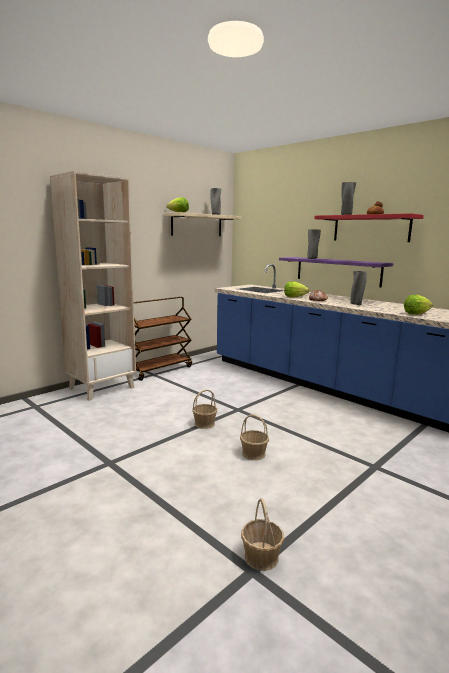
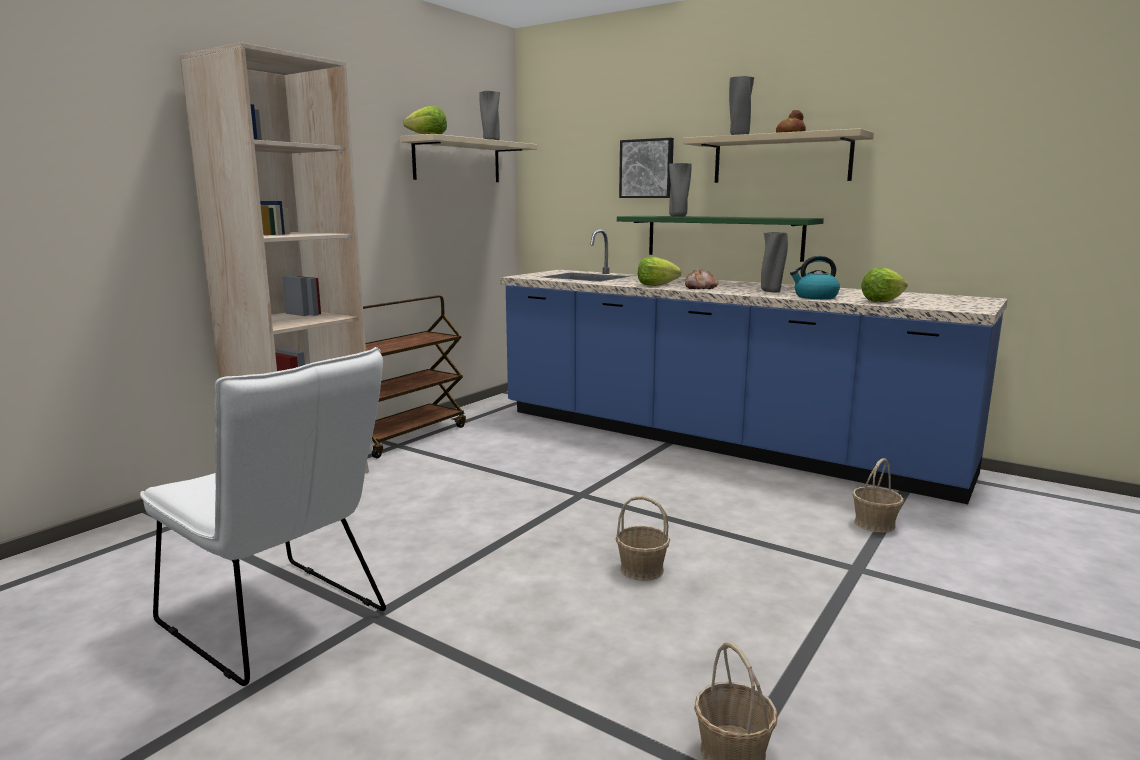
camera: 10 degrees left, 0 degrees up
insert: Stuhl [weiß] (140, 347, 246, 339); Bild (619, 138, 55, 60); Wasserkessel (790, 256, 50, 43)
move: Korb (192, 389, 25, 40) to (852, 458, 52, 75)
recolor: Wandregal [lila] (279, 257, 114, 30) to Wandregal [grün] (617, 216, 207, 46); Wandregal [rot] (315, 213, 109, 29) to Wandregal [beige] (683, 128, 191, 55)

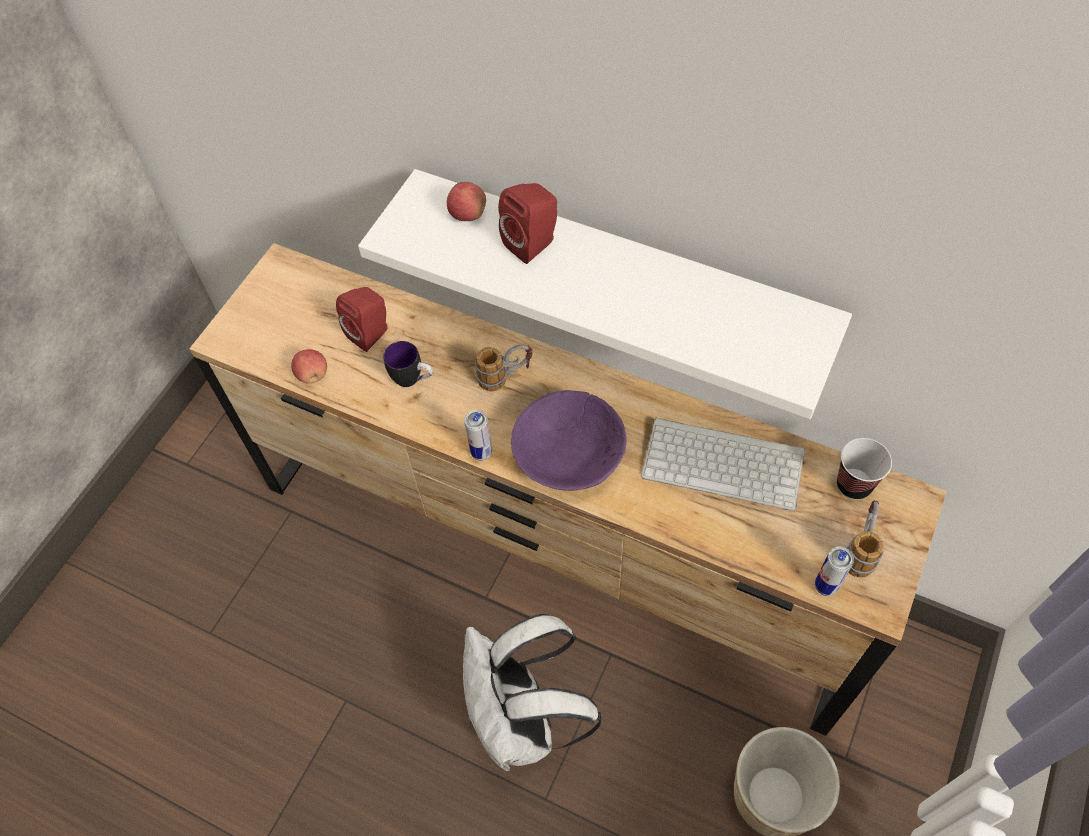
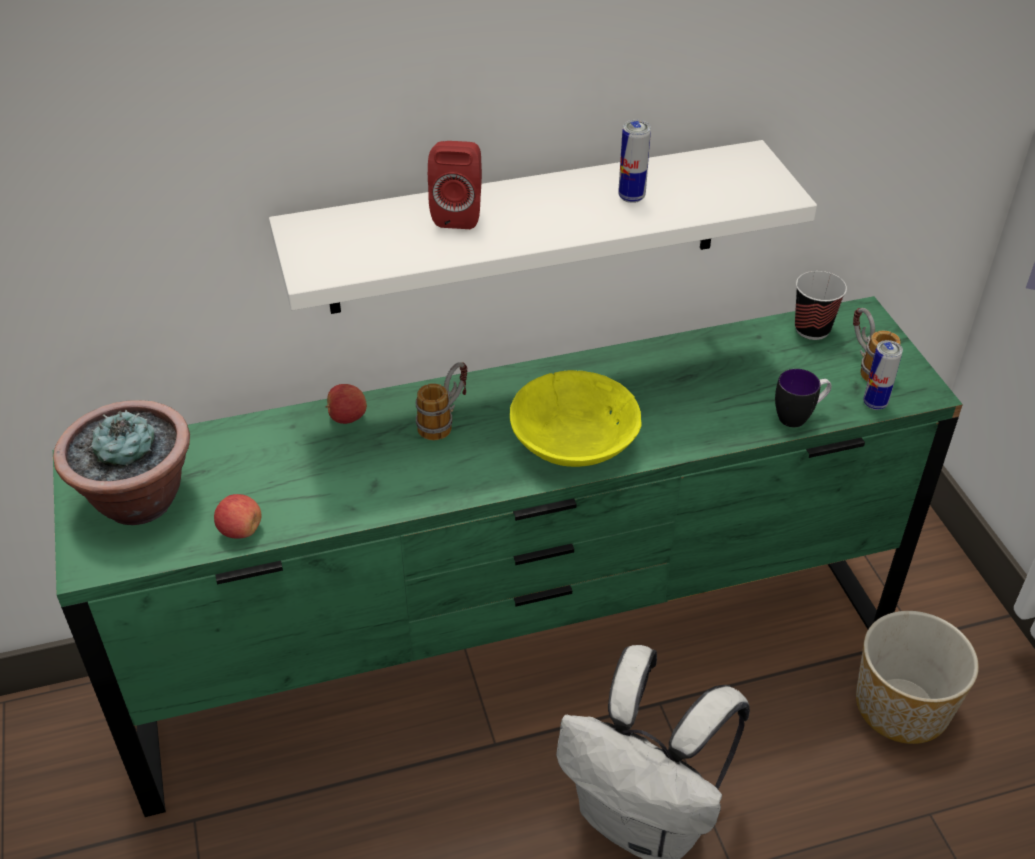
camera: 45 degrees left, 15 degrees down
delete: Lautsprecher [rot] (336, 287, 52, 65); Tastatur (641, 417, 164, 94)
insert: Topfpflanze (53, 400, 137, 125)
move: Henkelbecher (383, 341, 50, 46) to (775, 369, 57, 58); Apfel (447, 182, 39, 39) to (325, 384, 42, 40); Dose (464, 410, 28, 51) to (618, 120, 33, 83)
recolor: Kommode [braun] (189, 243, 758, 493) to Kommode [grün] (53, 296, 910, 521); Schüssel [lila] (511, 390, 116, 101) to Schüssel [gelb] (510, 370, 132, 97)

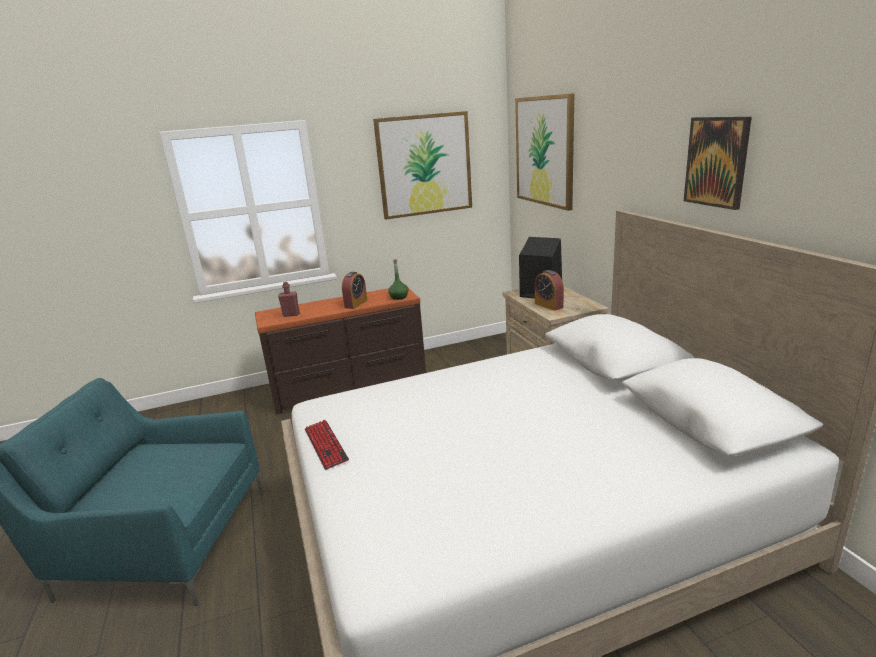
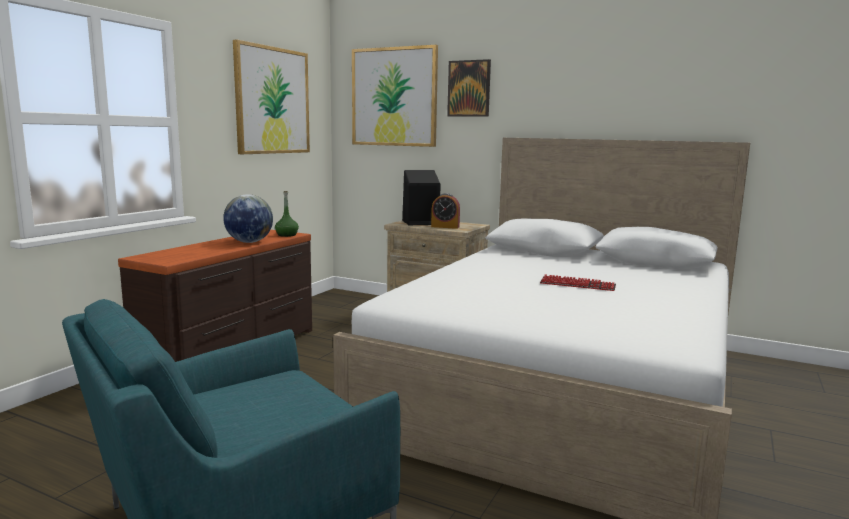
camera: 45 degrees left, 10 degrees down
delete: Flasche [rot] (278, 282, 21, 35)
move: Tastatur (305, 419, 44, 51) to (540, 274, 76, 17); Bild (684, 117, 68, 93) to (447, 59, 44, 58)
replace: Wecker (342, 272, 25, 37) to Globus (223, 194, 50, 49)

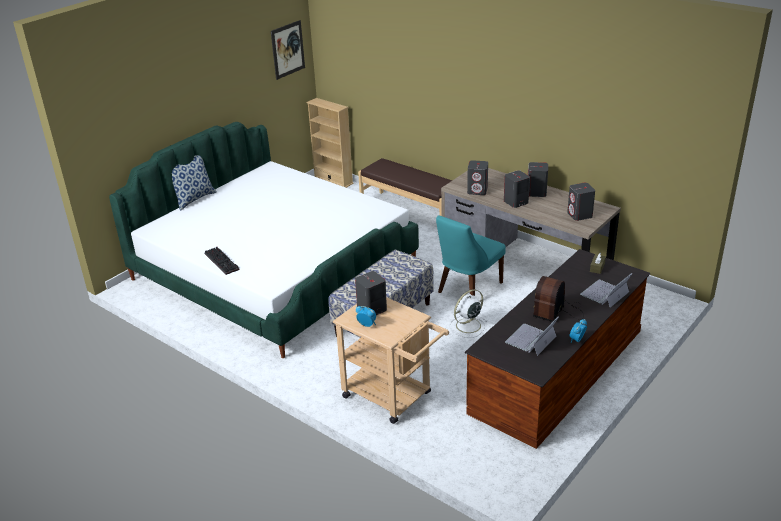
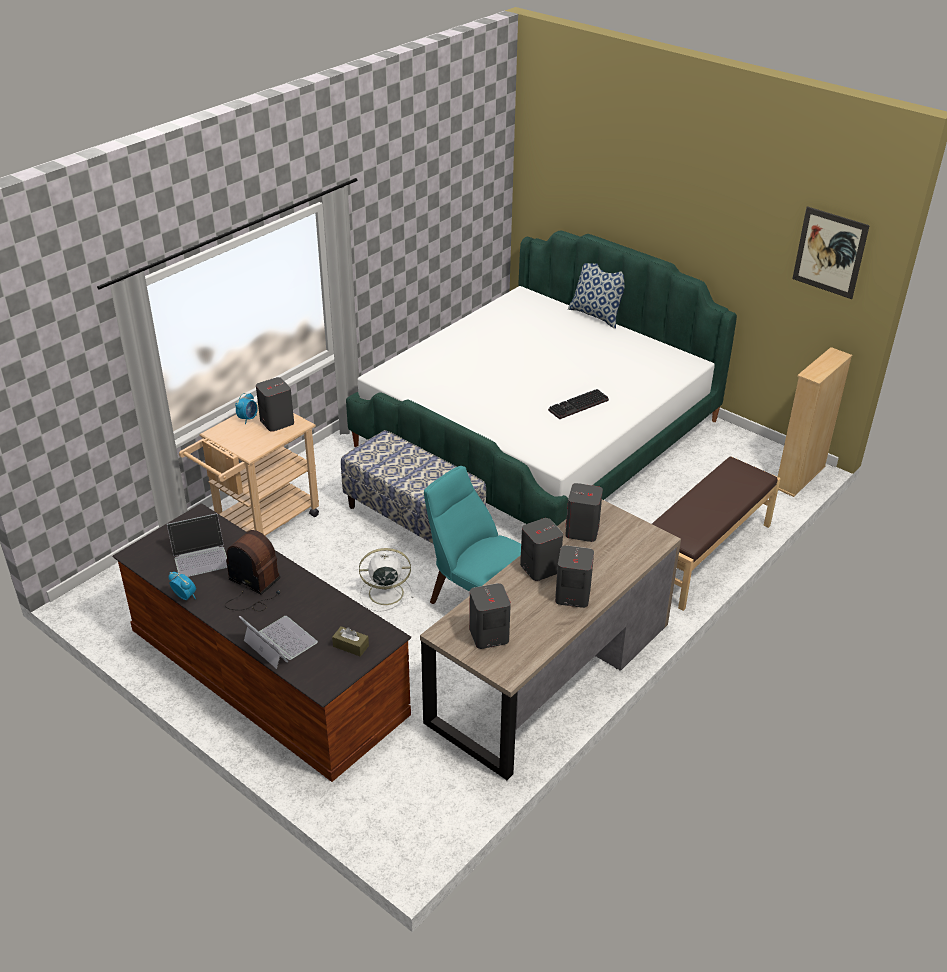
camera: 90 degrees right, 5 degrees up
move: Tastatur (205, 247, 35, 28) to (548, 389, 61, 30)
rotate: Ventilator [weiß] (449, 289, 38, 49) = (359, 548, 54, 64) 60 degrees counterclockwise; Laptop (505, 317, 54, 39) = (167, 513, 60, 64) 120 degrees clockwise

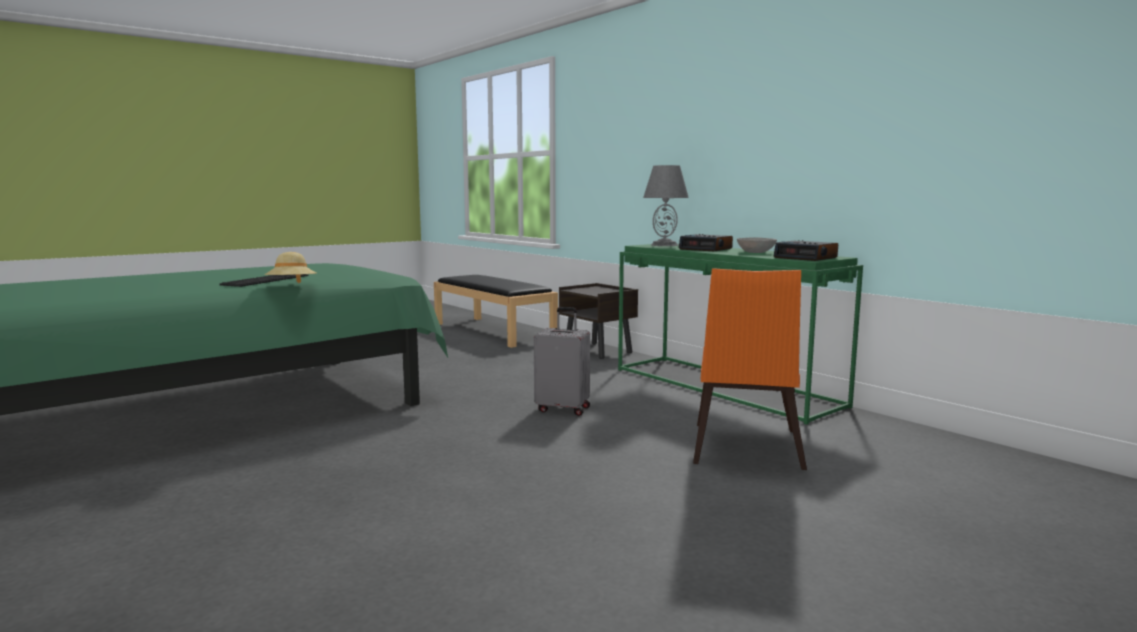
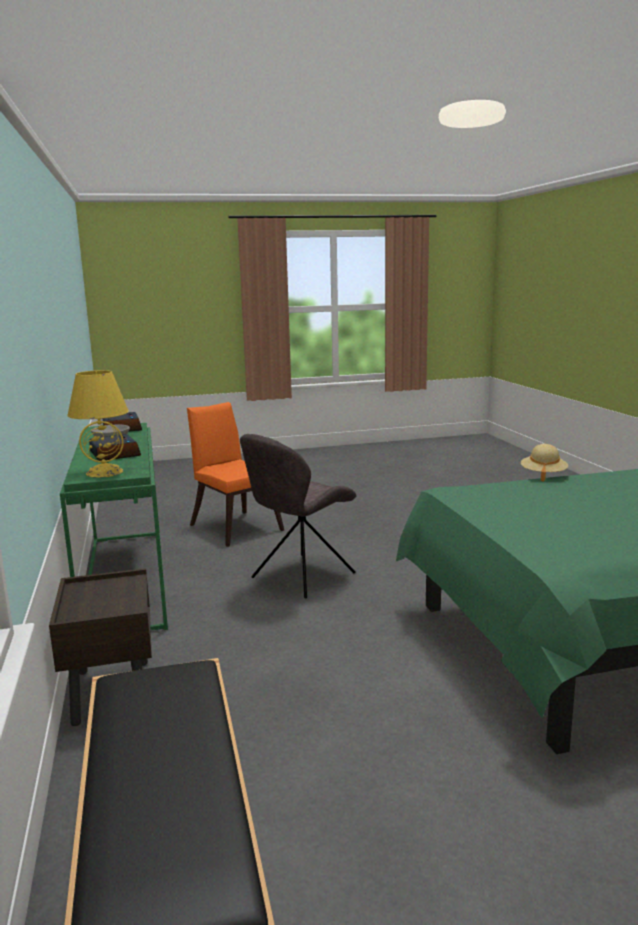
camera: 155 degrees left, 5 degrees up
delete: Tastatur (220, 274, 88, 13)
replace: Koffer [grau] (534, 307, 56, 109) to Stuhl [grau] (240, 434, 116, 165)
recolor: Tischlampe [grau] (643, 165, 46, 81) to Tischlampe [gelb] (67, 370, 62, 108)
rotate: Stuhl [orange] (693, 268, 114, 202) = (187, 402, 97, 145) 75 degrees counterclockwise

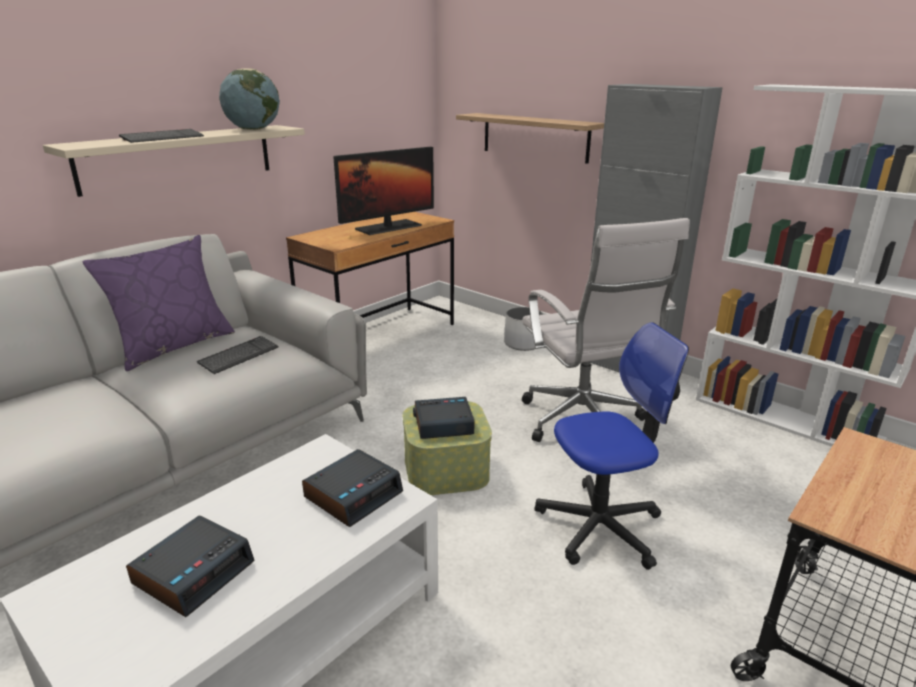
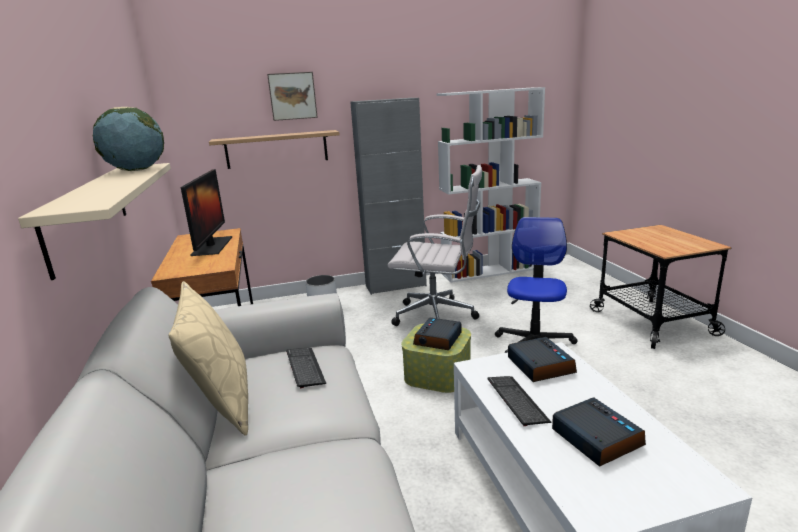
camera: 55 degrees left, 5 degrees down
insert: Bild (267, 72, 51, 49)
move: Tastatur (119, 129, 85, 14) to (487, 376, 65, 50)
recolor: Kissen [lila] (82, 235, 153, 136) to Kissen [beige] (168, 281, 80, 155)

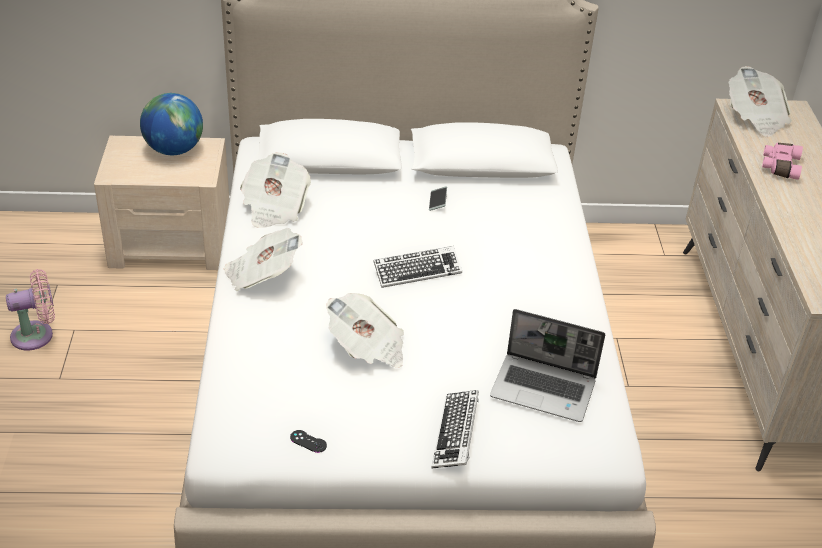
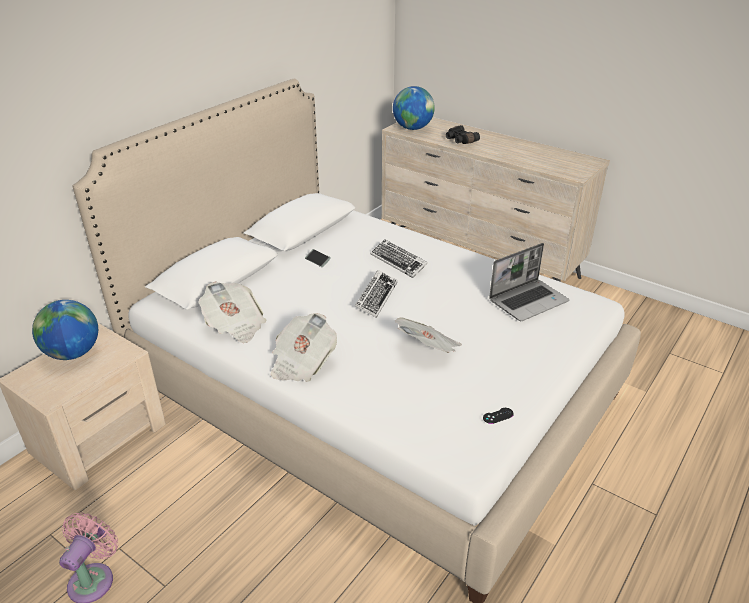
camera: 50 degrees left, 5 degrees down
move: Tastatur (431, 390, 48, 79) to (370, 239, 58, 39)
replace: Zeitung (728, 66, 64, 71) to Globus (393, 86, 42, 44)
recolor: Fernglas [rosa] (762, 143, 41, 37) to Fernglas [schwarz] (446, 125, 34, 19)

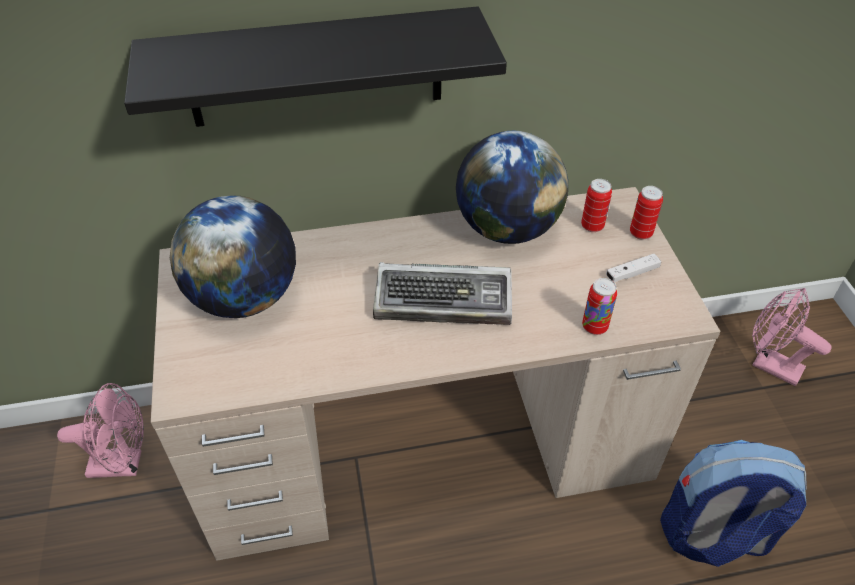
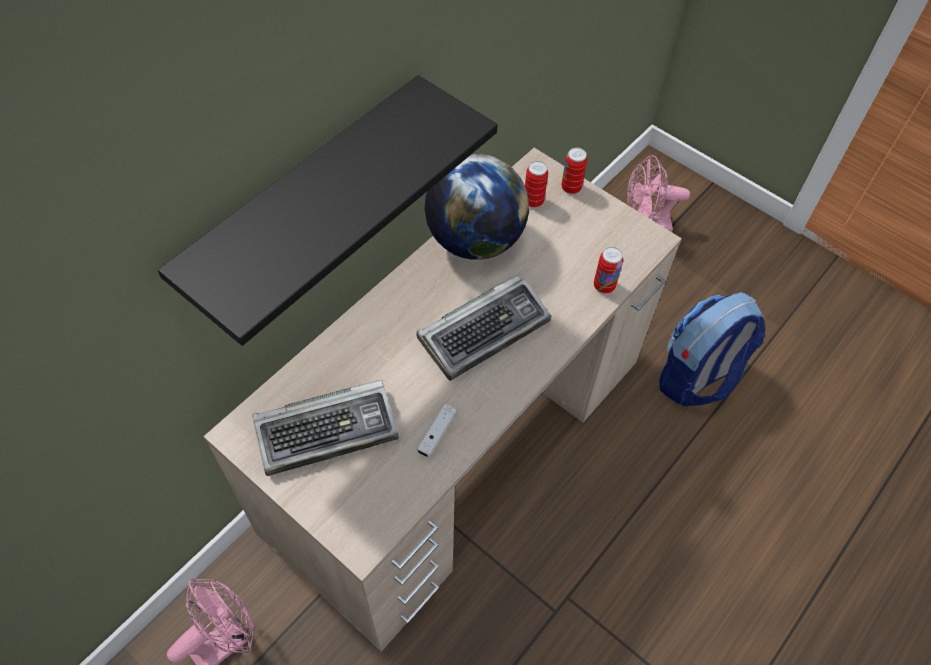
camera: 40 degrees left, 10 degrees up
move: Gamepad [weiß] (606, 254, 55, 28) to (417, 404, 39, 53)
replace: Globus (170, 196, 126, 122) to Tastatur (252, 380, 147, 96)

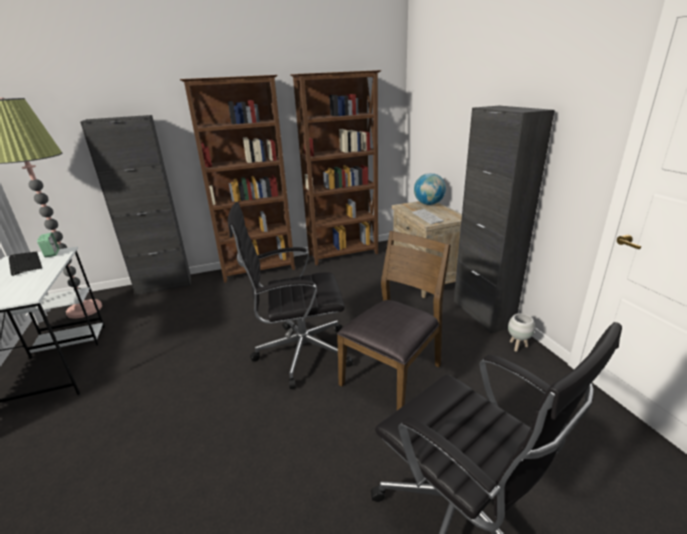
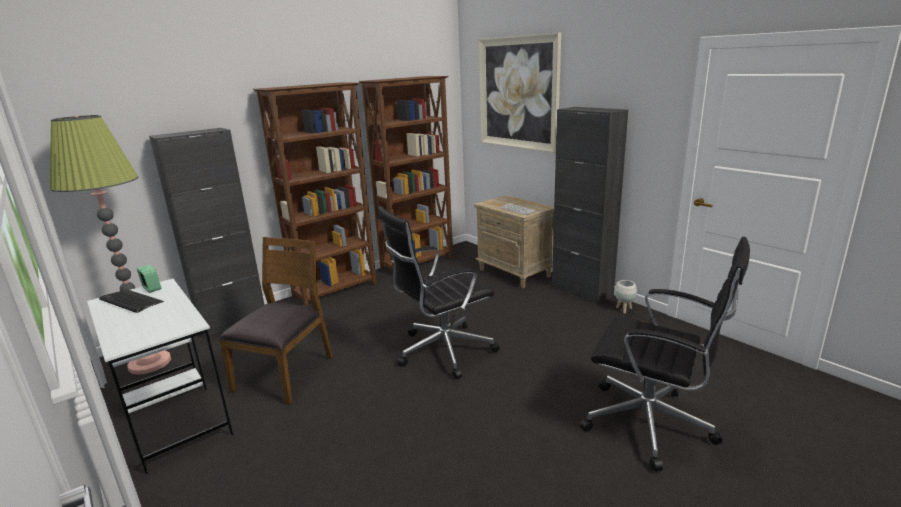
camera: 20 degrees left, 5 degrees down
delete: Globus (414, 173, 32, 32)
insert: Bild (478, 33, 83, 120)
move: Stuhl [braun] (337, 231, 114, 179) to (219, 237, 114, 168)

